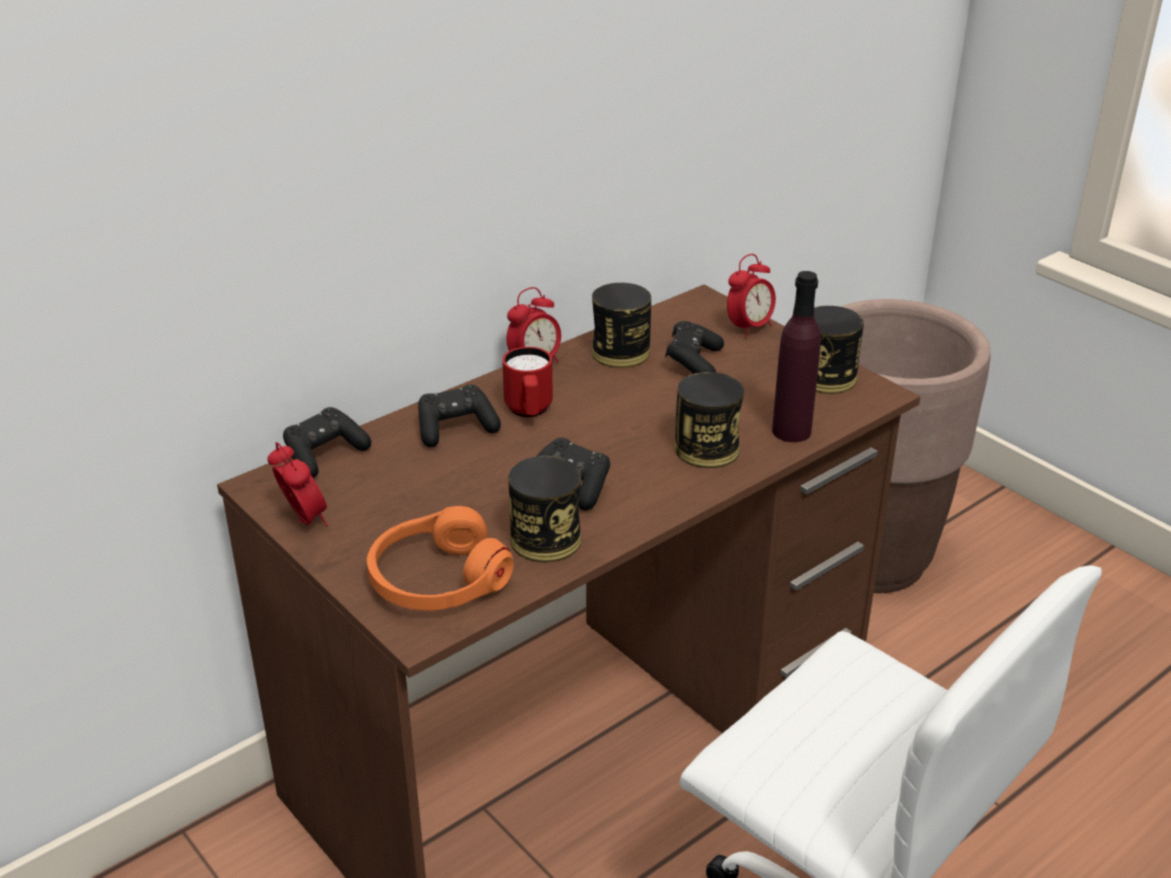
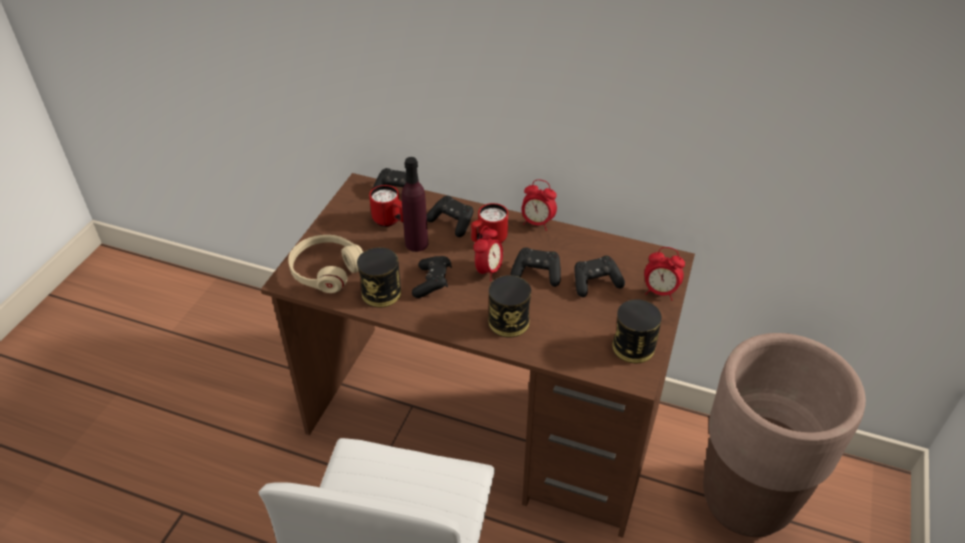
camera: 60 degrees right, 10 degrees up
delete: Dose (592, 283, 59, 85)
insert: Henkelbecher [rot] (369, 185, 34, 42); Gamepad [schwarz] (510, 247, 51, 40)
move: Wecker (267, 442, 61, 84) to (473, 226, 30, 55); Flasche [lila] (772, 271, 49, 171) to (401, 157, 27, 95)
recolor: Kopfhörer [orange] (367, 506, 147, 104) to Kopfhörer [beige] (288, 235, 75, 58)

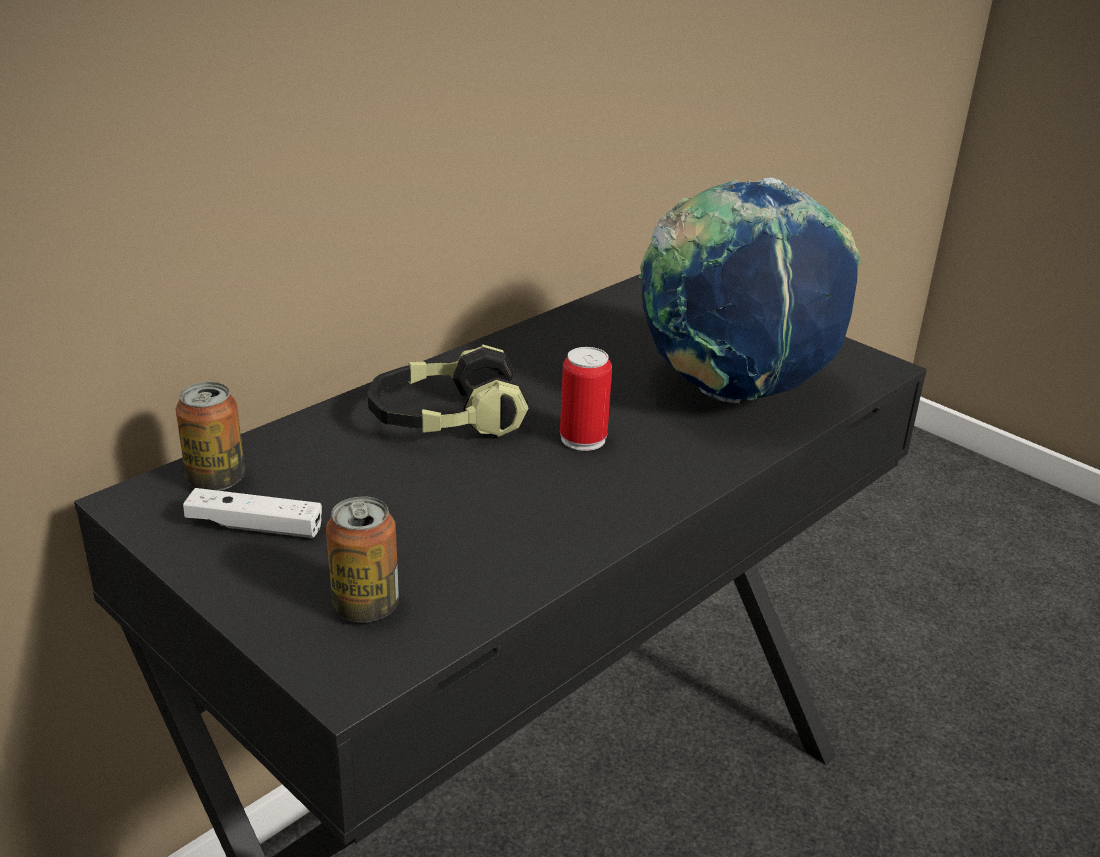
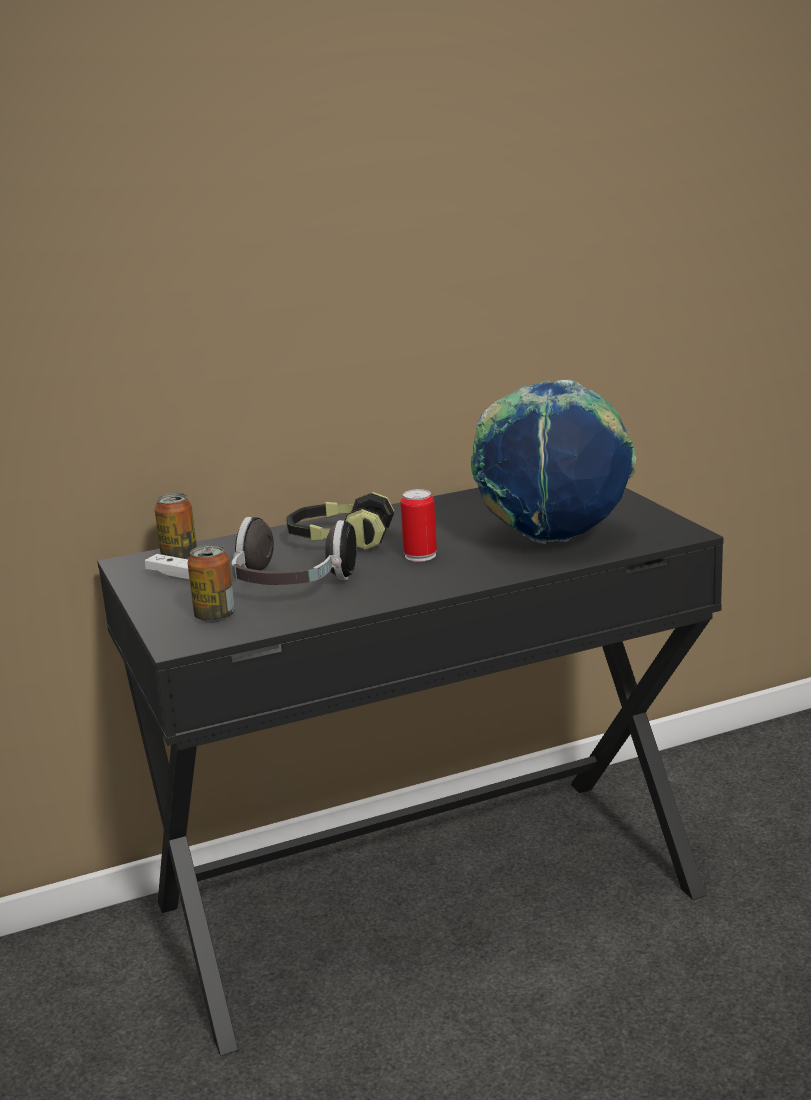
camera: 25 degrees right, 10 degrees down
insert: Kopfhörer (231, 517, 126, 68)

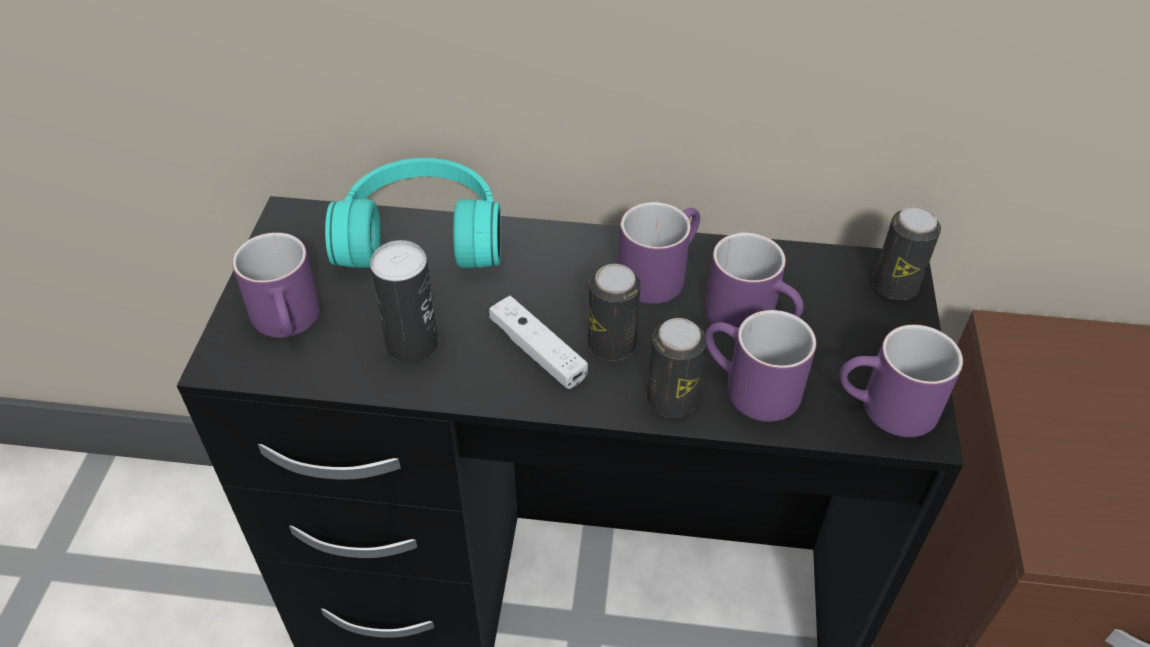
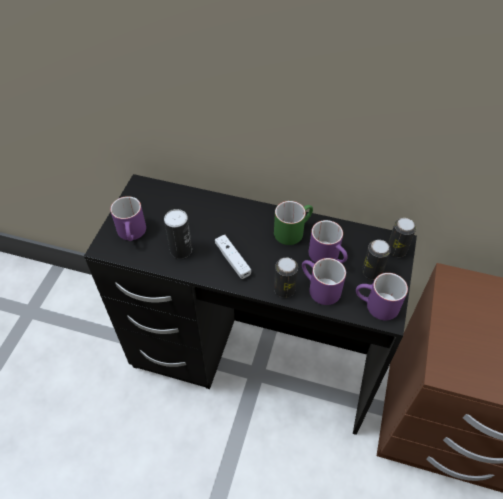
camera: 10 degrees right, 5 degrees up
delete: Kopfhörer [türkis] (325, 158, 176, 110)
move: Dose (588, 264, 53, 97) to (362, 240, 29, 40)
recolor: Henkelbecher [lila] (618, 202, 82, 102) to Henkelbecher [grün] (274, 201, 39, 44)

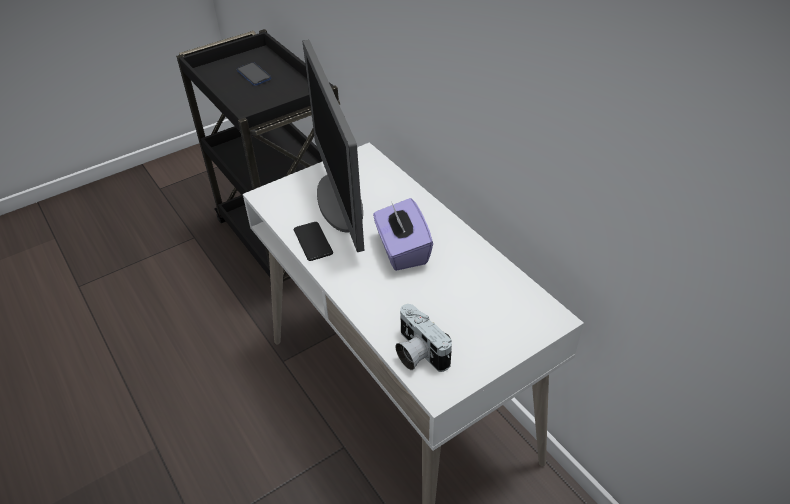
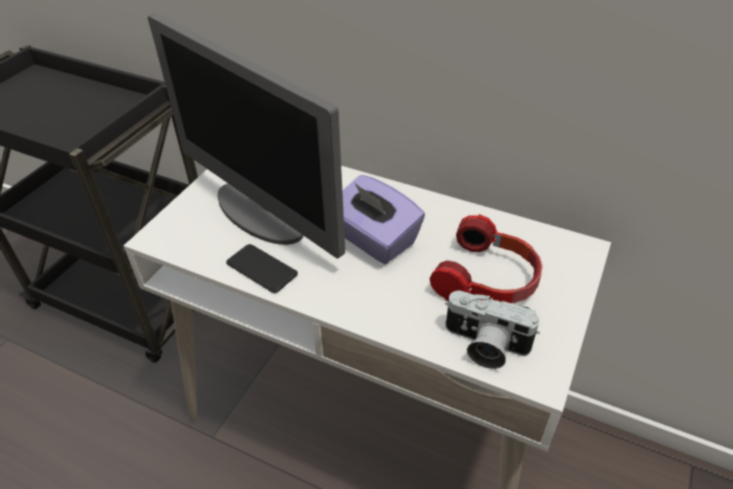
camera: 30 degrees left, 0 degrees up
delete: Handy (237, 62, 34, 24)
insert: Kopfhörer (430, 214, 113, 89)

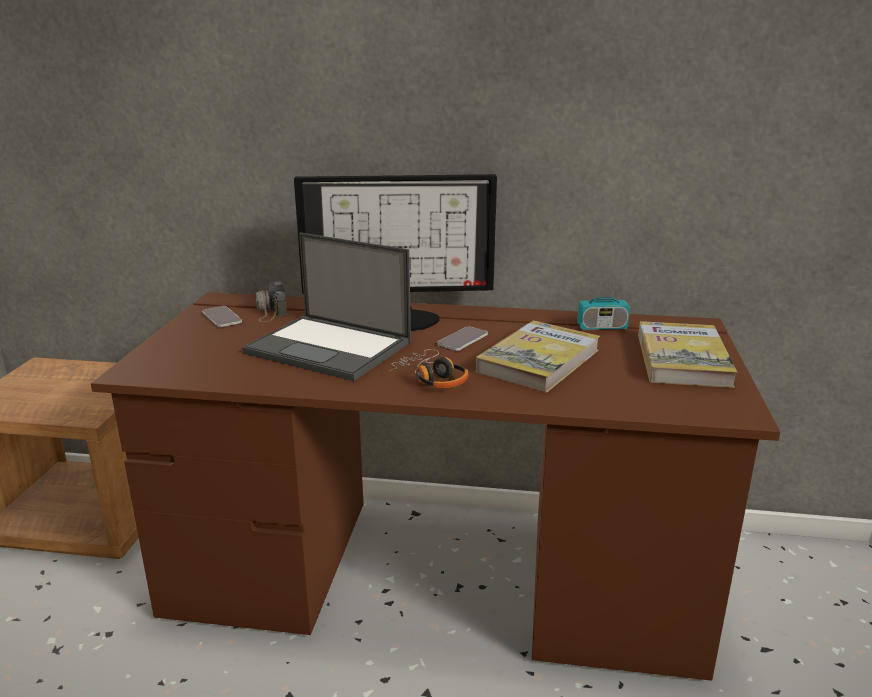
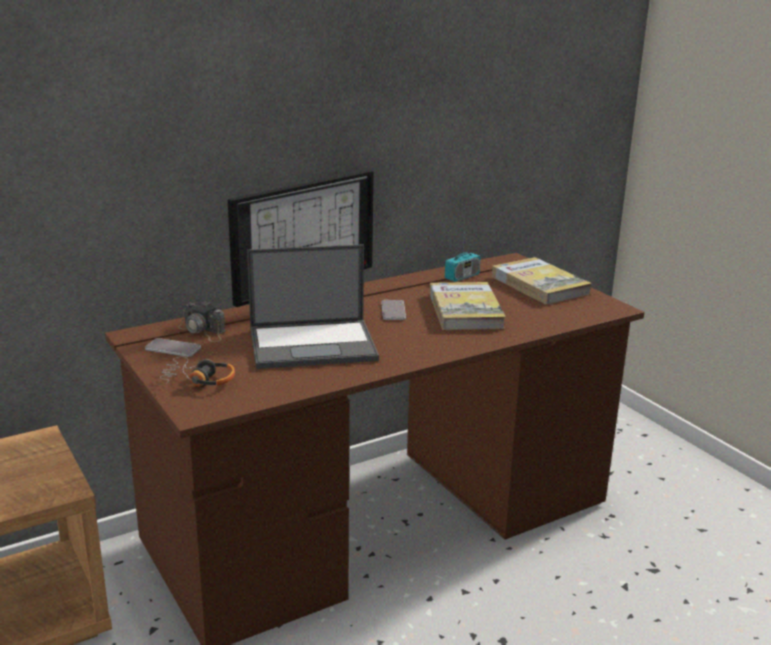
camera: 40 degrees left, 0 degrees up
move: Kopfhörer (389, 349, 80, 39) to (160, 357, 75, 30)

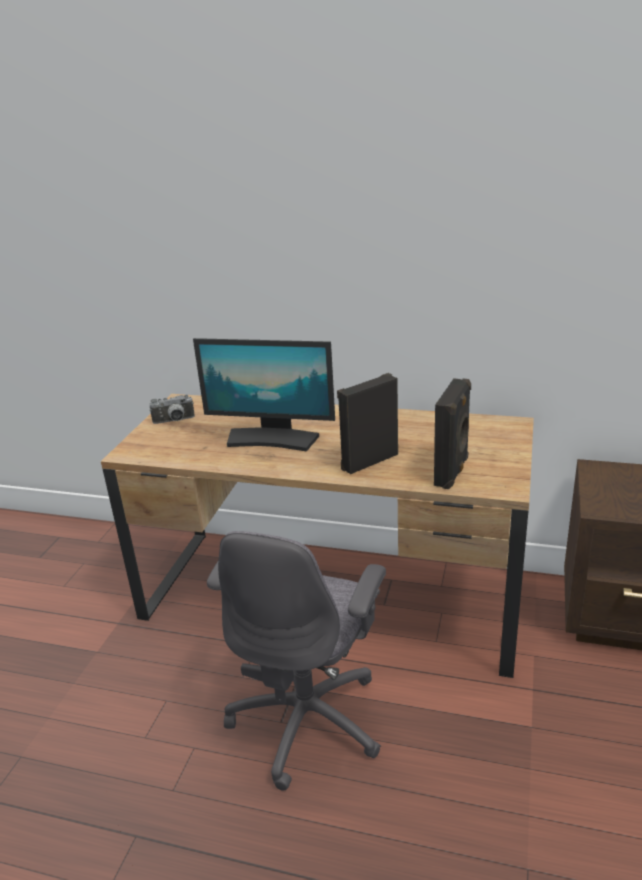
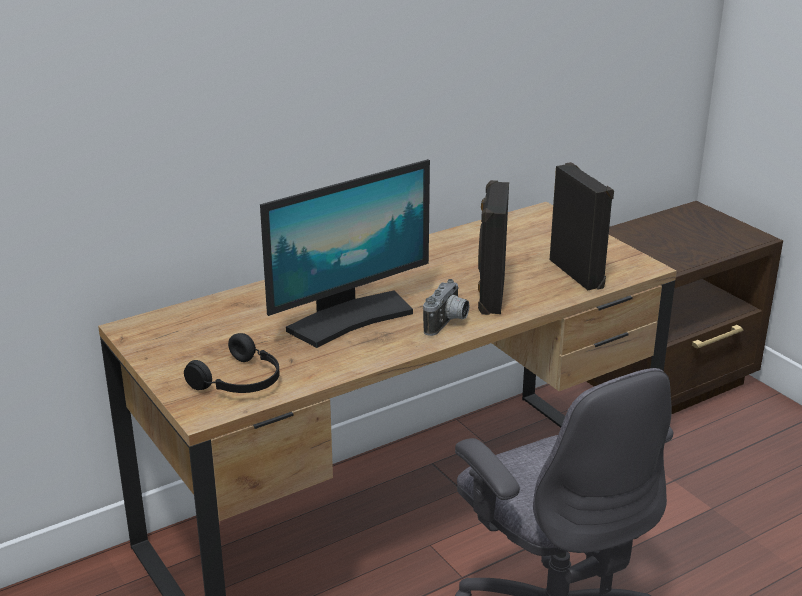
camera: 50 degrees left, 0 degrees up
insert: Kopfhörer [schwarz] (184, 333, 96, 60)
move: Kamera (149, 394, 46, 30) to (423, 279, 46, 57)

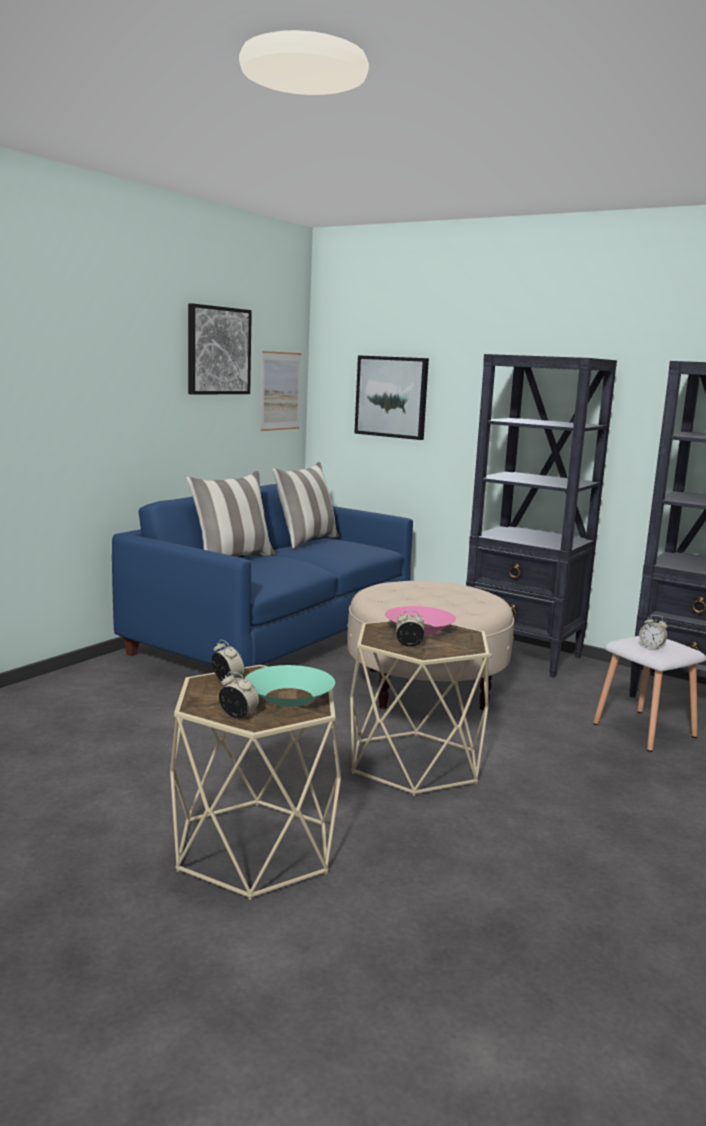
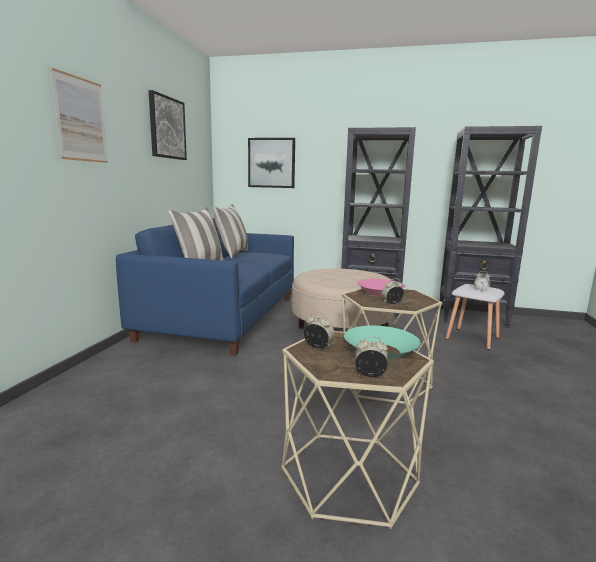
camera: 20 degrees left, 0 degrees up
move: Bild (260, 351, 42, 80) to (51, 68, 57, 95)

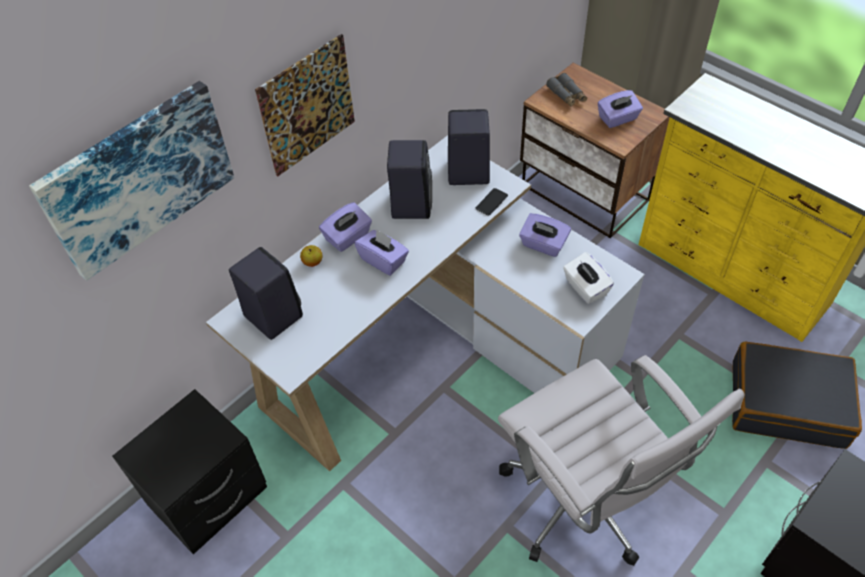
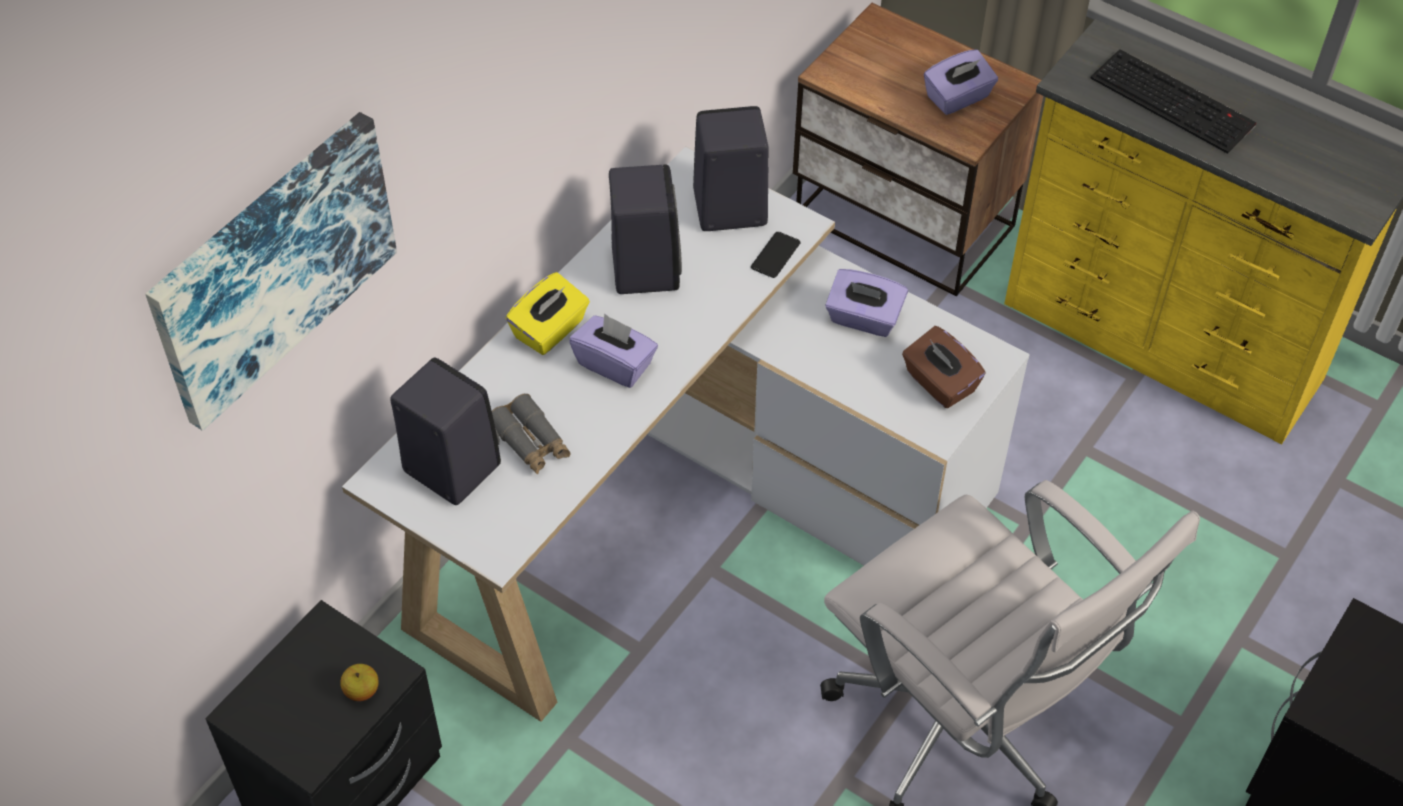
camera: 10 degrees left, 0 degrees up
delete: Bild (255, 34, 100, 142); Koffer [schwarz] (732, 342, 130, 107)
insert: Tastatur (1090, 49, 167, 105)
move: Apfel (300, 245, 22, 22) to (340, 664, 39, 37); Fernglas [grau] (546, 73, 41, 34) to (492, 394, 78, 80)
recolor: Taschentuchbox [lila] (319, 202, 53, 50) to Taschentuchbox [gelb] (506, 272, 84, 83); Taschentuchbox [weiß] (563, 252, 51, 52) to Taschentuchbox [braun] (902, 326, 84, 82)

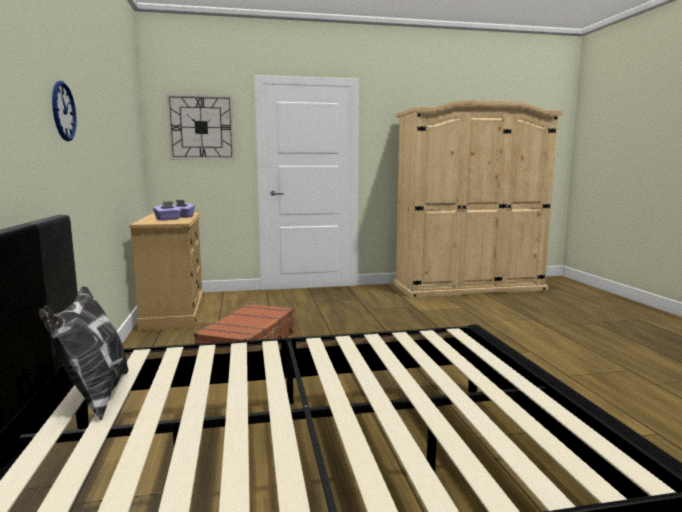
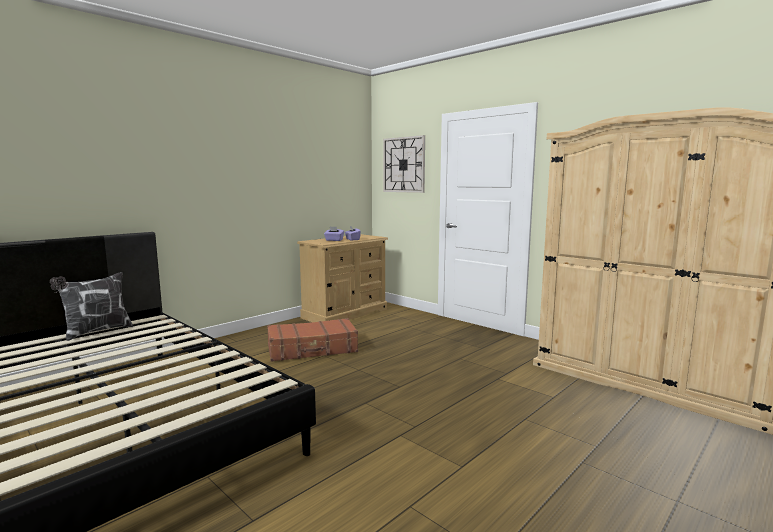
camera: 55 degrees right, 0 degrees up
delete: Wanduhr (52, 81, 25, 60)

